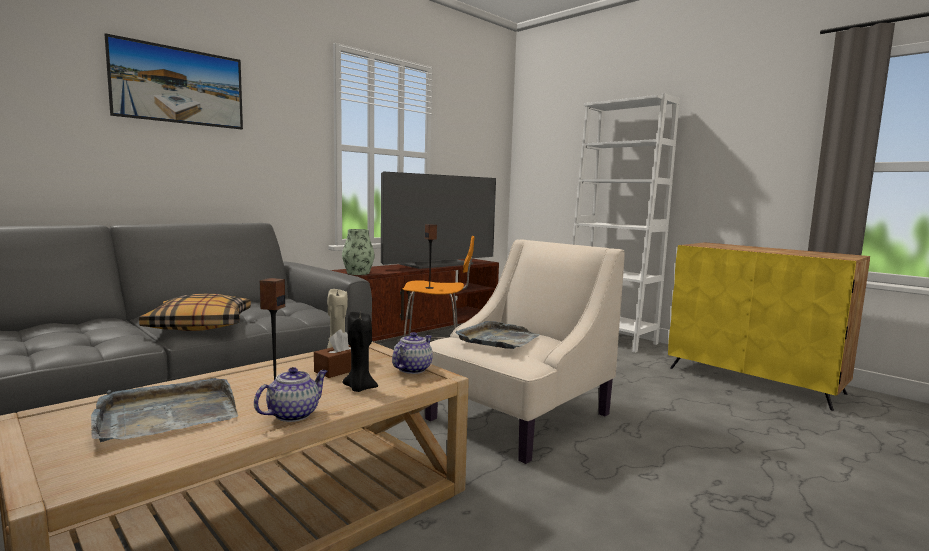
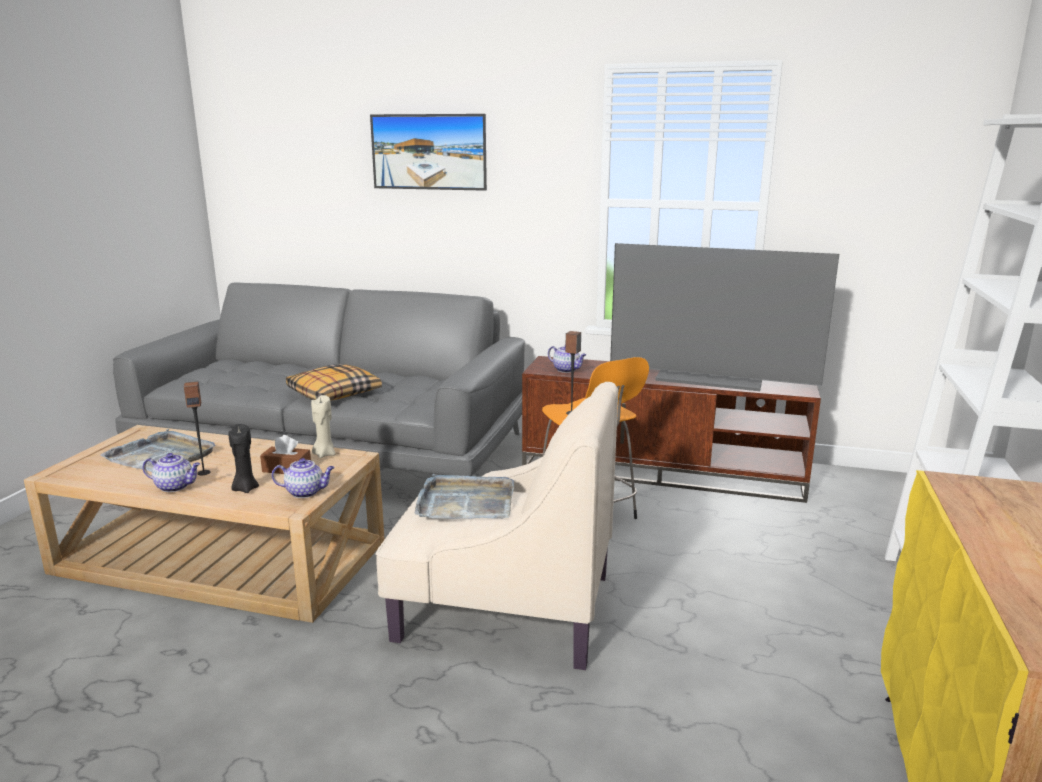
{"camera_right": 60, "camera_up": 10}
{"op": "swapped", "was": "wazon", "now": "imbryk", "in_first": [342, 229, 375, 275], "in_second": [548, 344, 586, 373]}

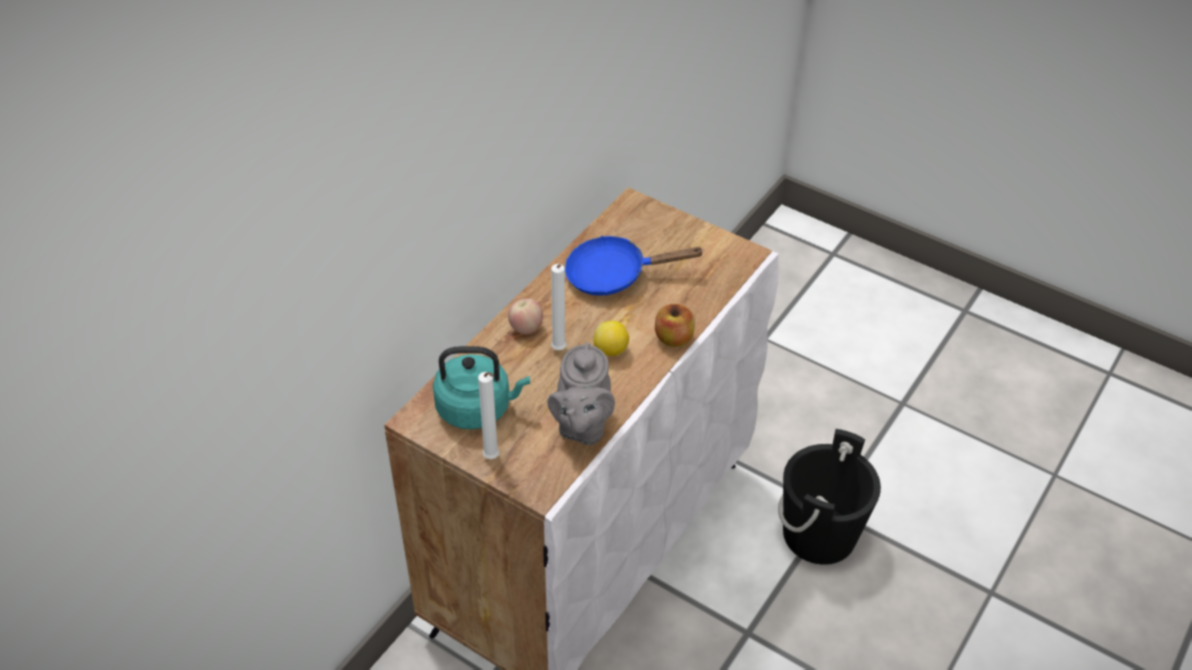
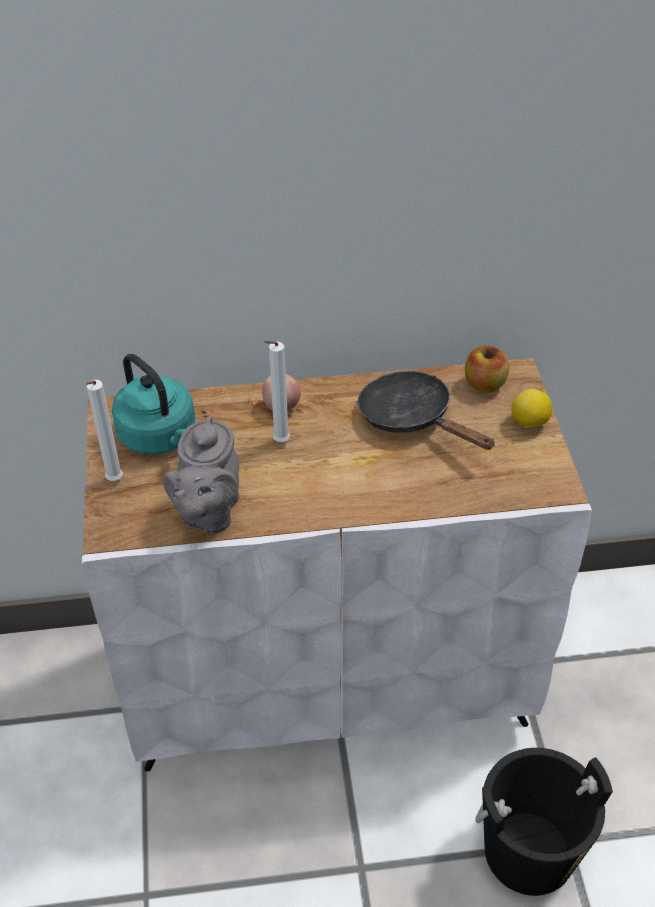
{"camera_right": 50, "camera_up": 0}
{"op": "rotated", "was": "imbryk [szary]", "in_first": [548, 342, 615, 445], "in_second": [163, 416, 239, 534], "clockwise": -45}
{"op": "repainted", "was": "patelnia [niebieski]", "now": "patelnia [czarny]", "in_first": [565, 236, 704, 296], "in_second": [358, 371, 495, 450]}
{"op": "shifted", "was": "jabłko", "in_first": [655, 304, 695, 347], "in_second": [465, 345, 509, 393]}
{"op": "shifted", "was": "cytryna", "in_first": [594, 321, 629, 356], "in_second": [511, 389, 552, 428]}

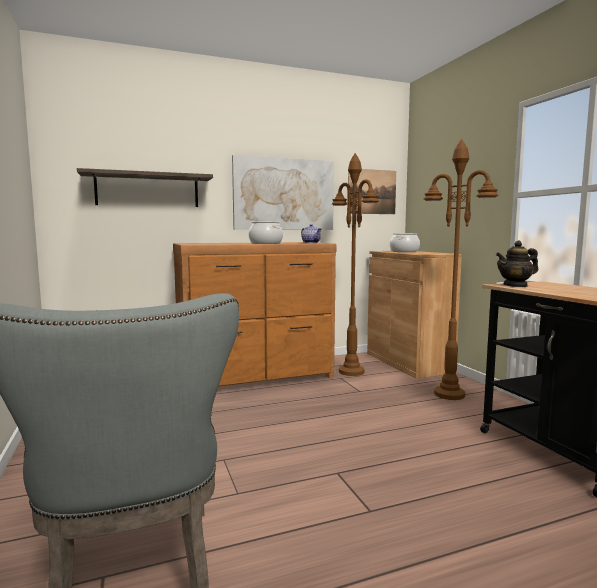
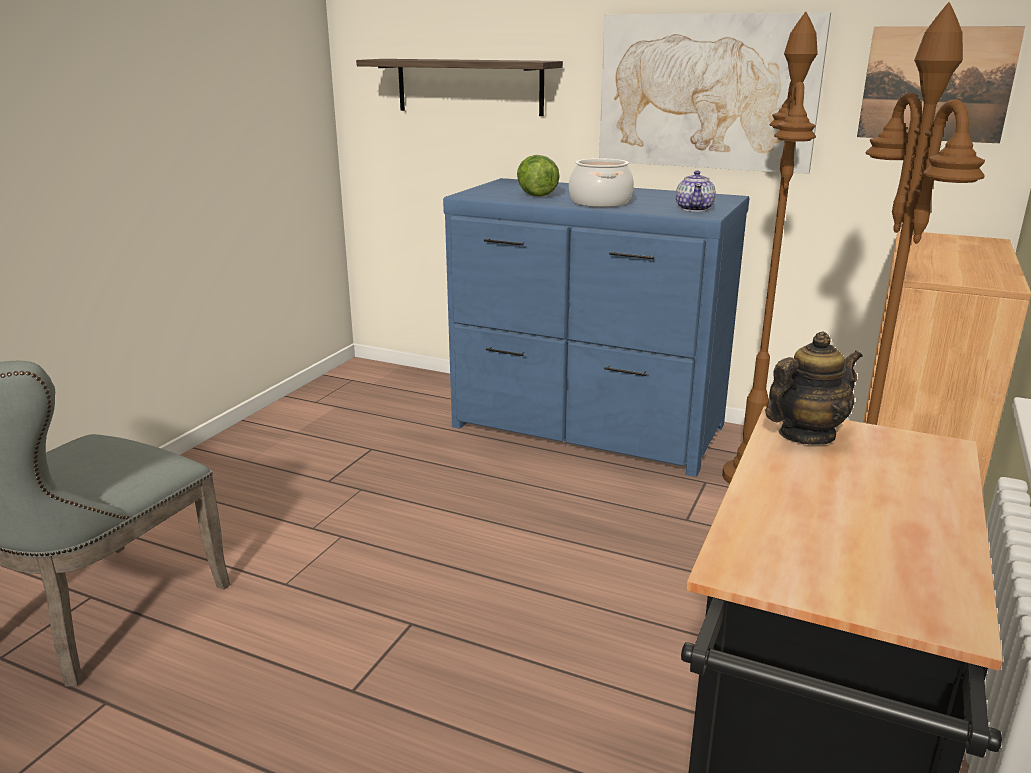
{"camera_right": 45, "camera_up": 15}
{"op": "repainted", "was": "komoda [brązowy]", "now": "komoda [niebieski]", "in_first": [173, 242, 336, 386], "in_second": [443, 178, 750, 477]}
{"op": "new", "now": "sałata", "in_second": [517, 155, 560, 197]}
{"op": "rotated", "was": "imbryk", "in_first": [496, 240, 538, 287], "in_second": [765, 332, 863, 444], "clockwise": 120}
{"op": "gone", "was": "garnek", "in_first": [390, 233, 420, 252]}

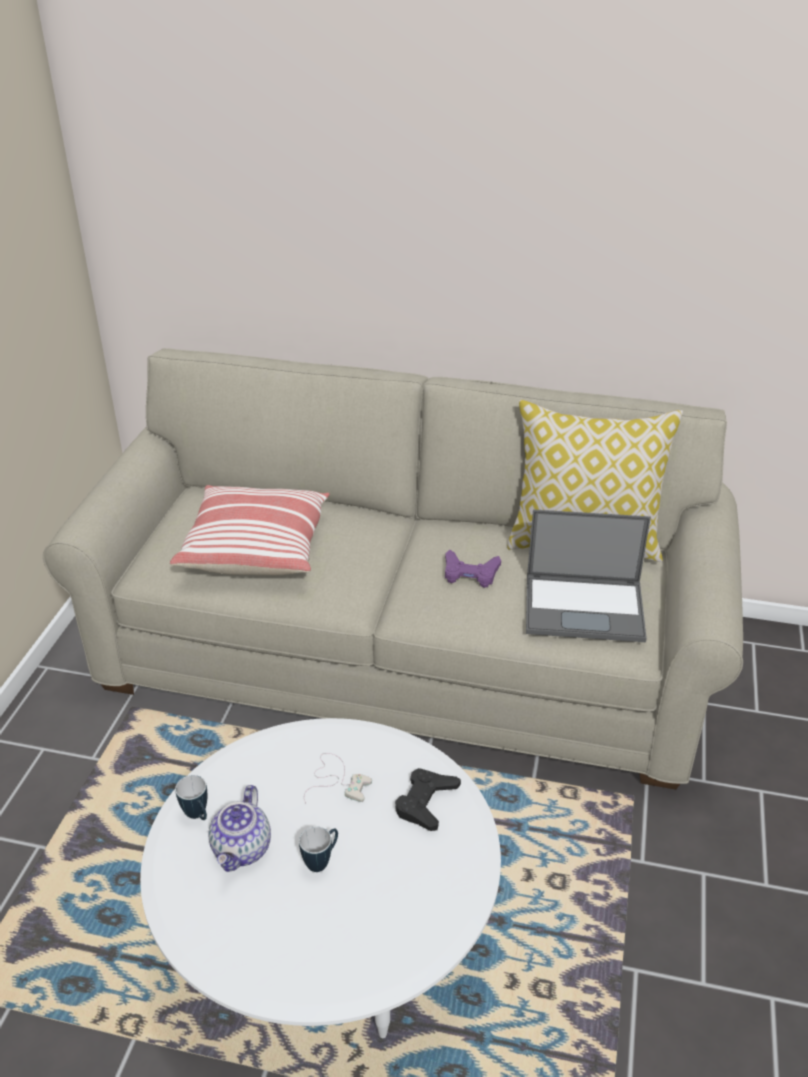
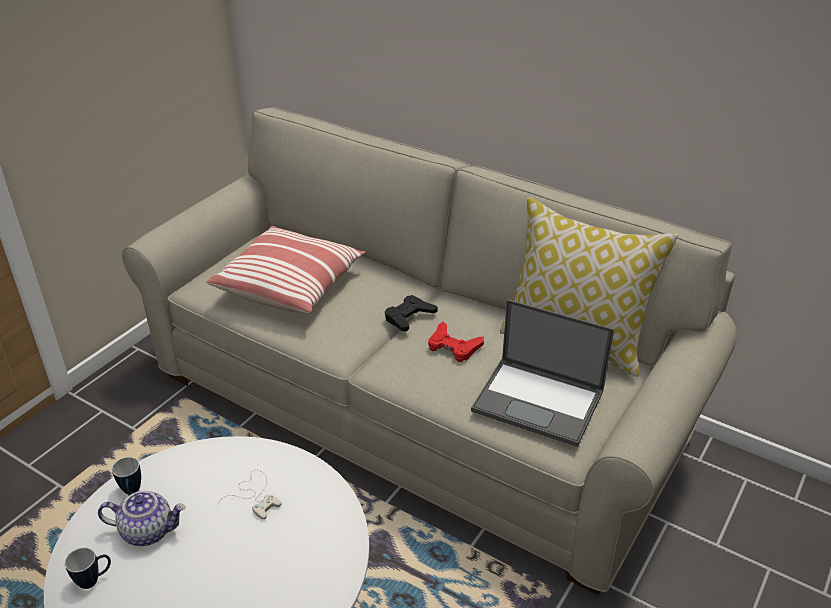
{"camera_right": 20, "camera_up": 0}
{"op": "shifted", "was": "kubek", "in_first": [299, 827, 338, 872], "in_second": [65, 548, 111, 589]}
{"op": "rotated", "was": "imbryk", "in_first": [209, 785, 271, 872], "in_second": [98, 491, 186, 546], "clockwise": -120}
{"op": "shifted", "was": "pad do gier [czarny]", "in_first": [395, 768, 461, 831], "in_second": [385, 295, 438, 332]}
{"op": "repainted", "was": "pad do gier [fioletowy]", "now": "pad do gier [czerwony]", "in_first": [445, 549, 501, 588], "in_second": [428, 321, 484, 362]}

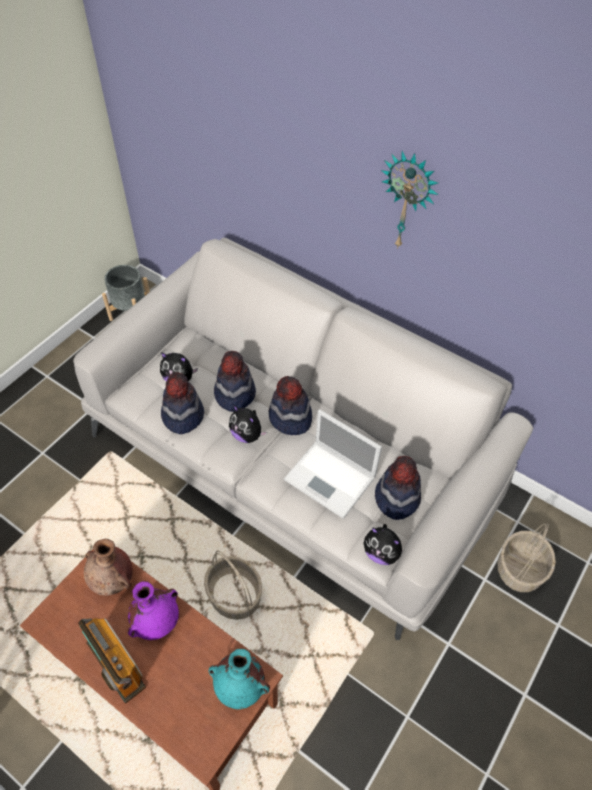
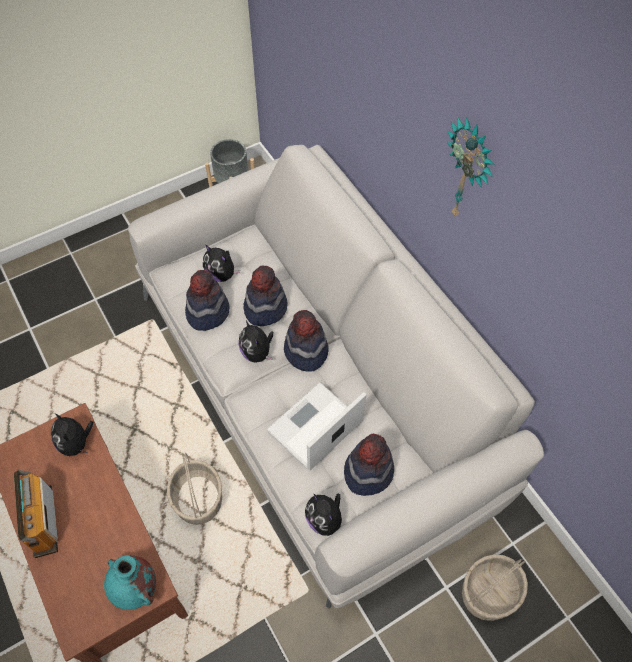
{"camera_right": 25, "camera_up": 5}
{"op": "swapped", "was": "wazon [brązowy]", "now": "pluszak", "in_first": [84, 539, 133, 596], "in_second": [51, 413, 93, 456]}
{"op": "rotated", "was": "laptop", "in_first": [284, 409, 382, 519], "in_second": [267, 382, 366, 470], "clockwise": 75}
{"op": "gone", "was": "wazon [fioletowy]", "in_first": [128, 581, 179, 640]}

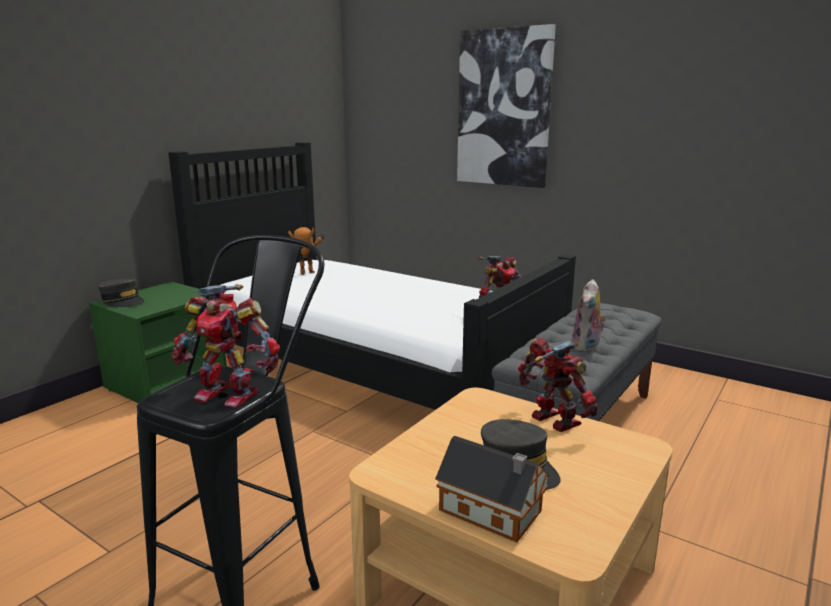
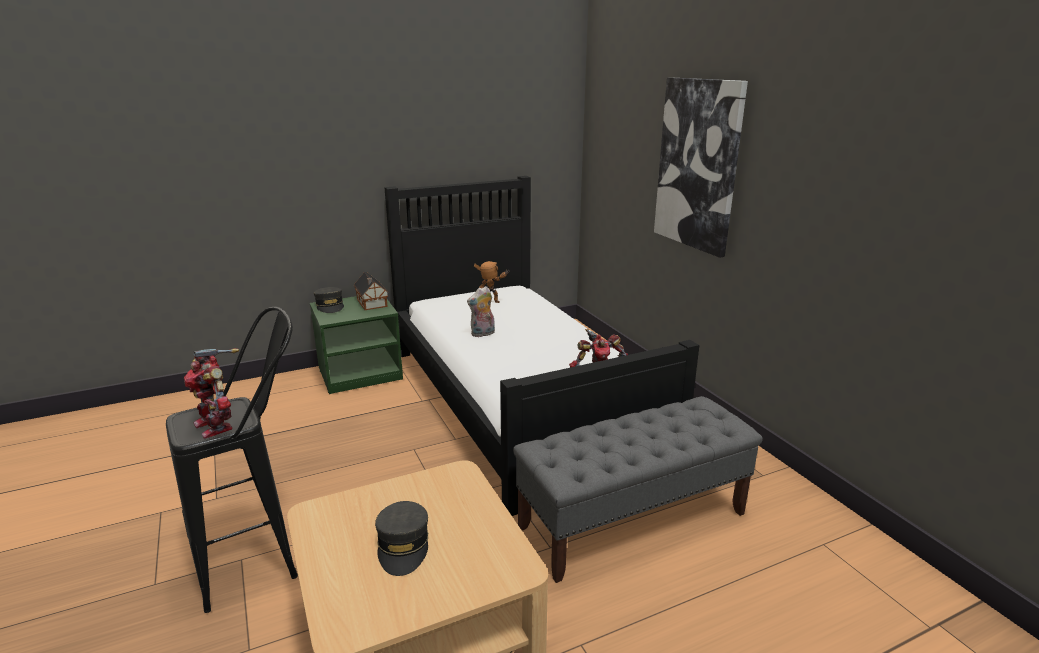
{"camera_right": 30, "camera_up": 5}
{"op": "shifted", "was": "domek", "in_first": [435, 436, 550, 542], "in_second": [353, 272, 389, 310]}
{"op": "shifted", "was": "pluszak", "in_first": [572, 279, 607, 353], "in_second": [467, 286, 495, 337]}
{"op": "gone", "was": "robot zabawkowy", "in_first": [518, 337, 598, 432]}

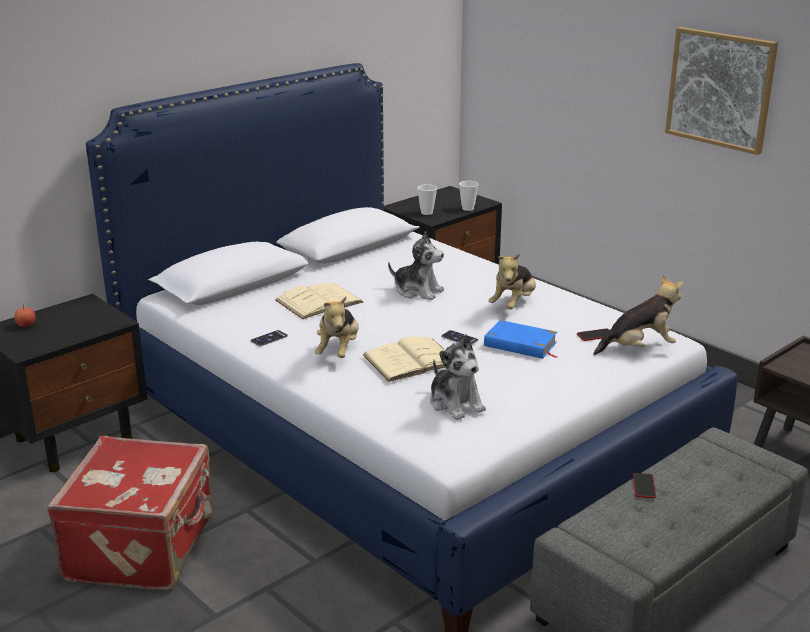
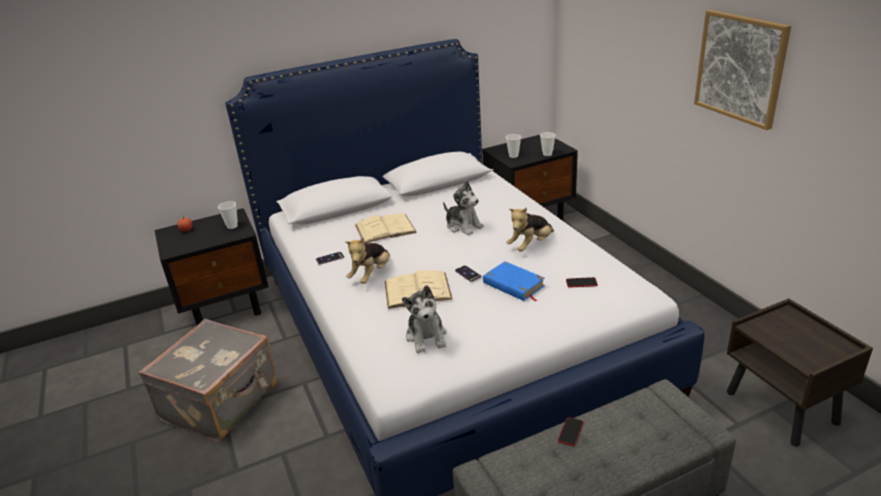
{"camera_right": 20, "camera_up": 5}
{"op": "repainted", "was": "walizka [czerwony]", "now": "walizka [szary]", "in_first": [47, 436, 215, 590], "in_second": [138, 319, 278, 442]}
{"op": "new", "now": "filiżanka", "in_second": [218, 201, 238, 229]}
{"op": "gone", "was": "pluszak", "in_first": [593, 274, 684, 355]}

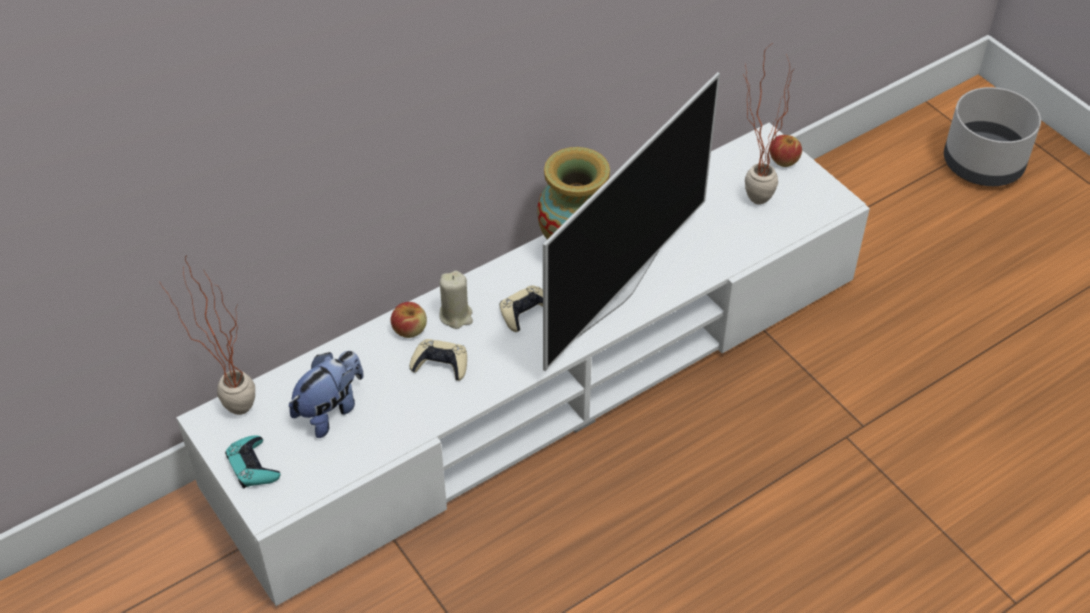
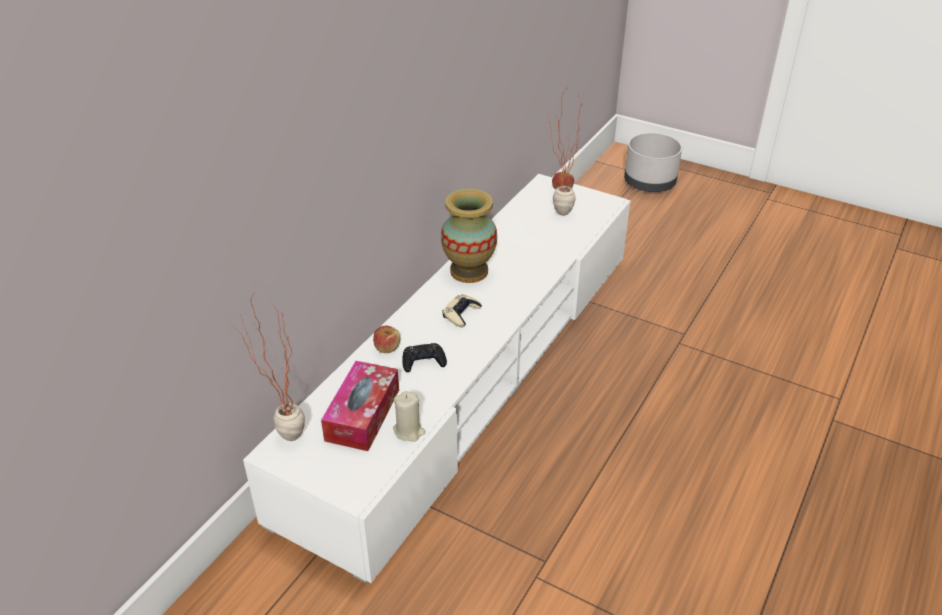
{"camera_right": -25, "camera_up": -10}
{"op": "swapped", "was": "pluszak", "now": "pudełko chusteczek", "in_first": [289, 351, 364, 438], "in_second": [321, 361, 399, 451]}
{"op": "shifted", "was": "świeca [beżowy]", "in_first": [440, 271, 473, 329], "in_second": [393, 391, 426, 442]}
{"op": "repainted", "was": "pad do gier [beżowy]", "now": "pad do gier [czarny]", "in_first": [409, 339, 467, 381], "in_second": [402, 343, 447, 372]}
{"op": "gone", "was": "pad do gier [turkusowy]", "in_first": [225, 435, 281, 488]}
{"op": "gone", "was": "telewizor", "in_first": [543, 72, 720, 371]}

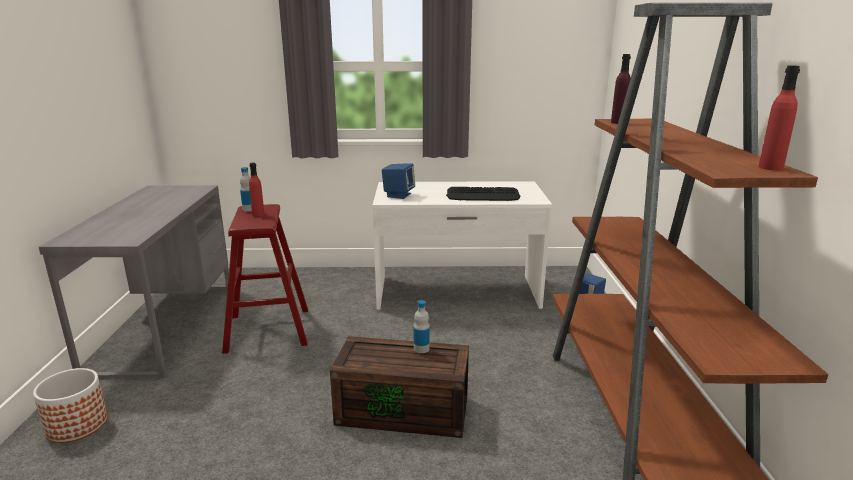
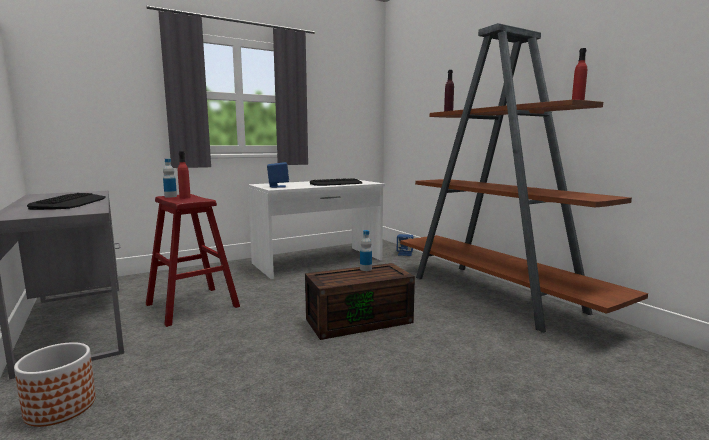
{"camera_right": -30, "camera_up": -10}
{"op": "new", "now": "klawiatura", "in_second": [27, 193, 106, 210]}

